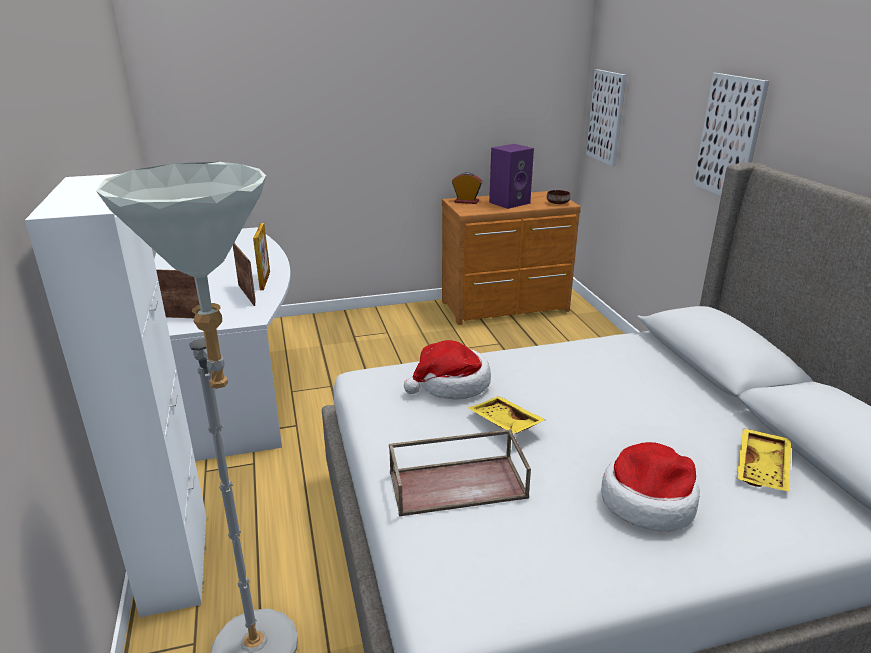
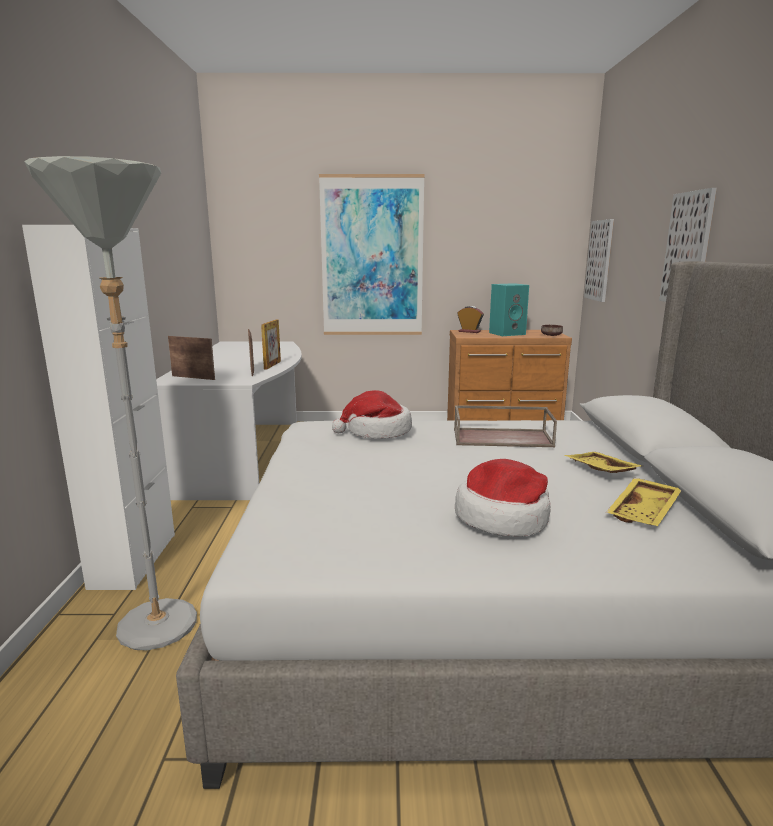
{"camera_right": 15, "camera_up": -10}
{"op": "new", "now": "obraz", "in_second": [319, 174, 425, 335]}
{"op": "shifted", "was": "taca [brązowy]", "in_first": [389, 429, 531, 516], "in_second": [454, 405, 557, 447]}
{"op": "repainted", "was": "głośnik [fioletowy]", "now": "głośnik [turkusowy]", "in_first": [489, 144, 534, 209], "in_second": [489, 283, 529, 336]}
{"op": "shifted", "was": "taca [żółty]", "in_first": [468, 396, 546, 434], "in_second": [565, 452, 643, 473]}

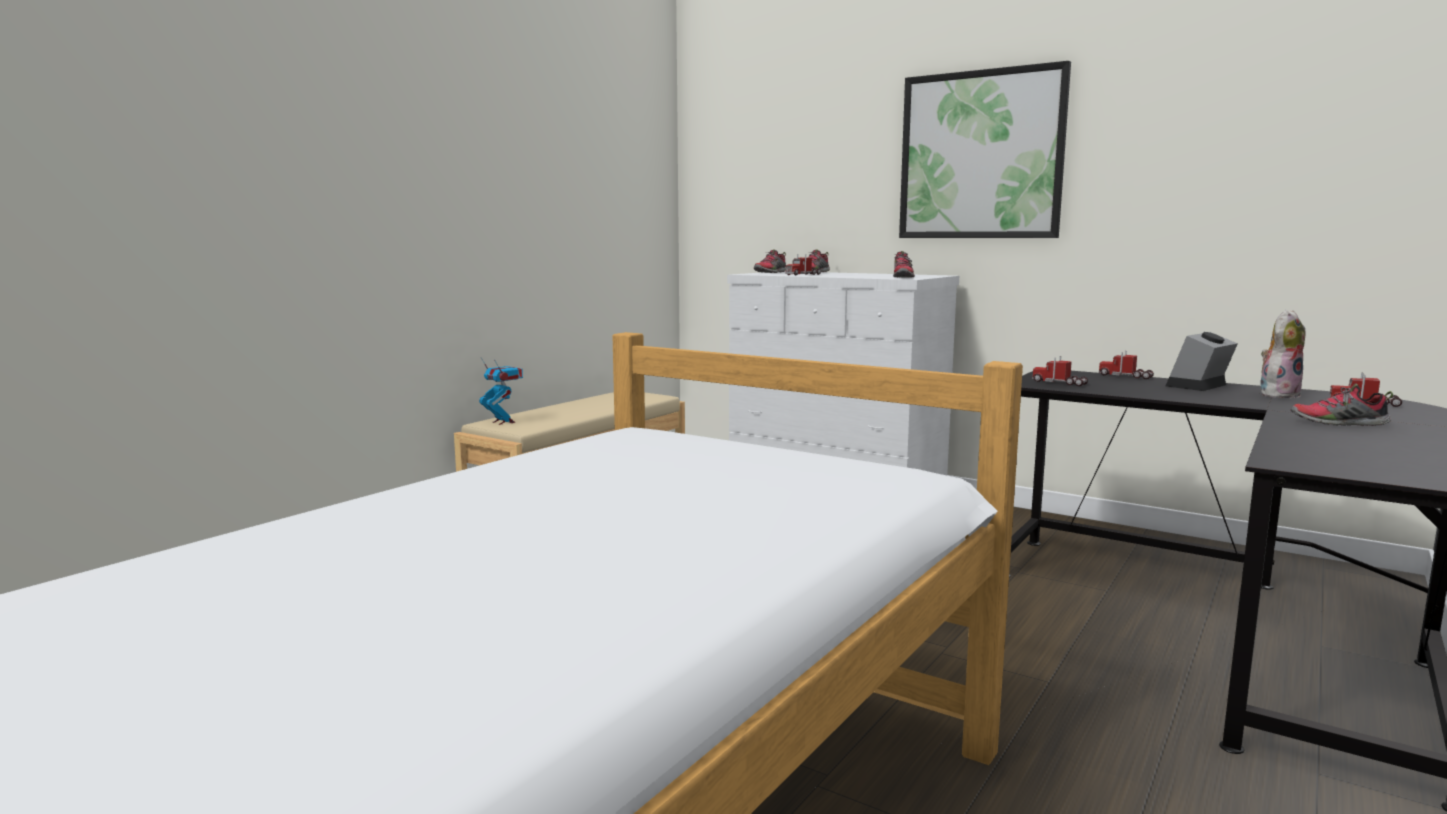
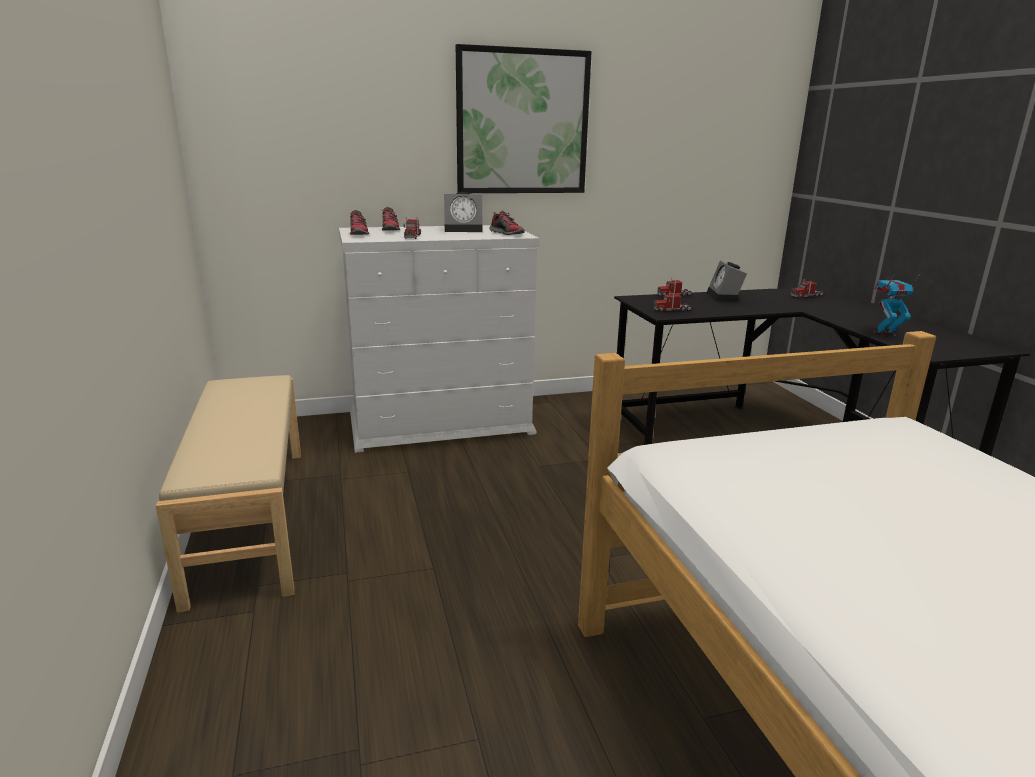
{"camera_right": -50, "camera_up": 10}
{"op": "new", "now": "budzik", "in_second": [444, 192, 483, 232]}
{"op": "shifted", "was": "robot zabawkowy", "in_first": [479, 358, 523, 425], "in_second": [873, 274, 920, 336]}
{"op": "gone", "was": "pluszak", "in_first": [1260, 310, 1306, 398]}
{"op": "gone", "was": "but", "in_first": [1291, 384, 1393, 426]}

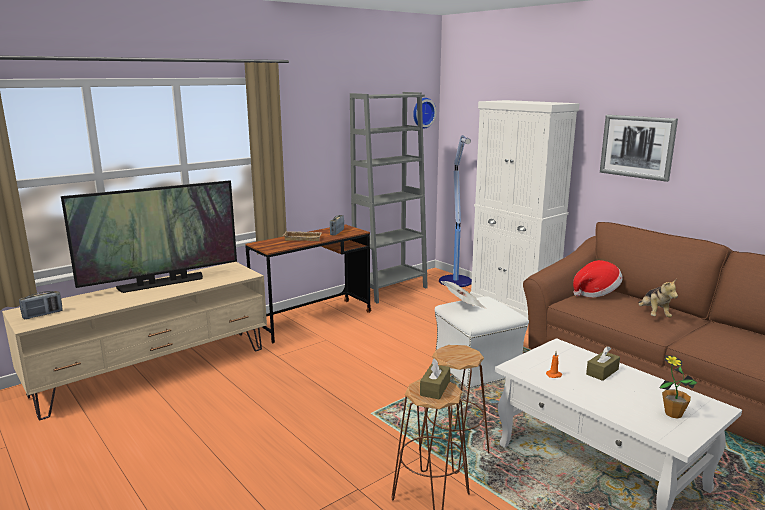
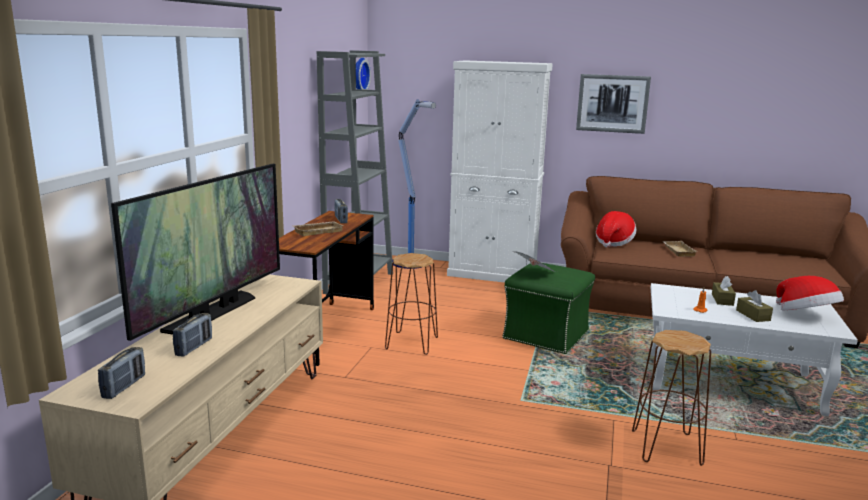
{"camera_right": -35, "camera_up": 0}
{"op": "new", "now": "radio", "in_second": [173, 313, 212, 357]}
{"op": "shifted", "was": "stołek [brązowy]", "in_first": [420, 345, 490, 474], "in_second": [385, 253, 438, 355]}
{"op": "repainted", "was": "pufa [biały]", "now": "pufa [zielony]", "in_first": [435, 296, 529, 388], "in_second": [502, 263, 595, 354]}
{"op": "swapped", "was": "pluszak", "now": "taca [beżowy]", "in_first": [638, 279, 678, 317], "in_second": [662, 241, 696, 257]}
{"op": "shifted", "was": "pudełko chusteczek [brązowy]", "in_first": [420, 358, 450, 400], "in_second": [736, 290, 773, 322]}
{"op": "swapped", "was": "roślina doniczkowa", "now": "kapelusz", "in_first": [659, 355, 697, 419], "in_second": [776, 276, 844, 310]}

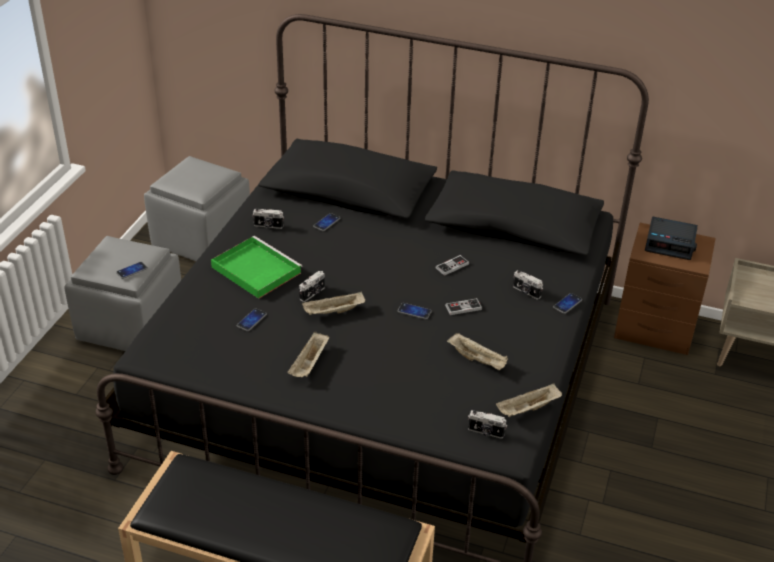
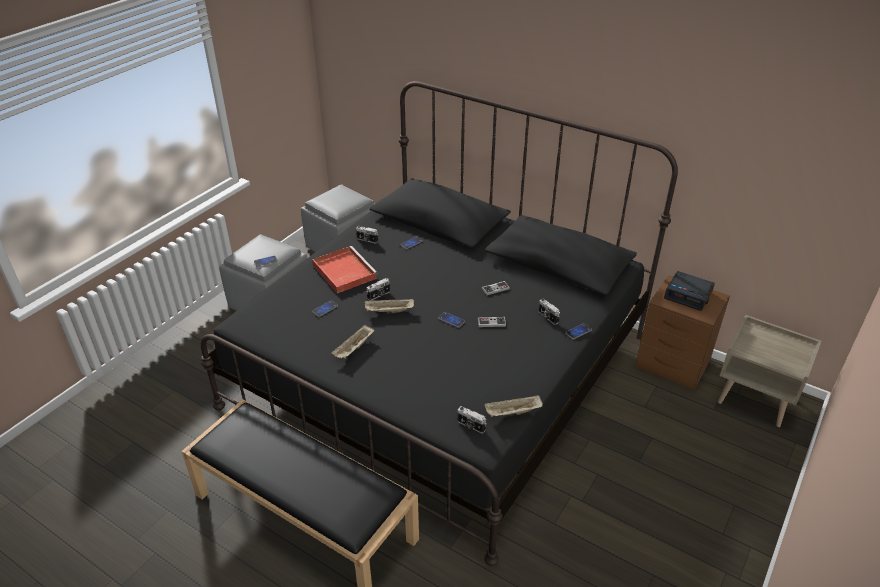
{"camera_right": 15, "camera_up": 0}
{"op": "repainted", "was": "taca [zielony]", "now": "taca [czerwony]", "in_first": [211, 236, 302, 299], "in_second": [312, 246, 378, 293]}
{"op": "gone", "was": "taca [beżowy]", "in_first": [447, 333, 508, 370]}

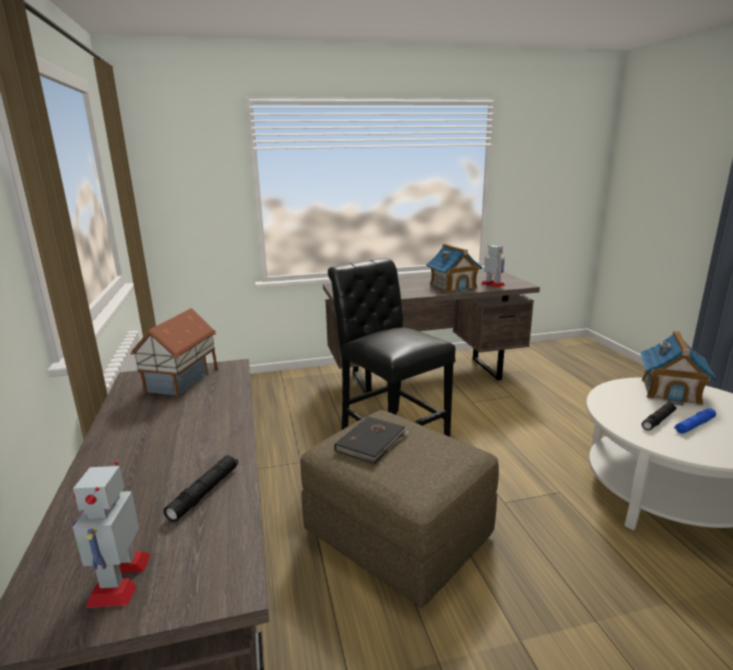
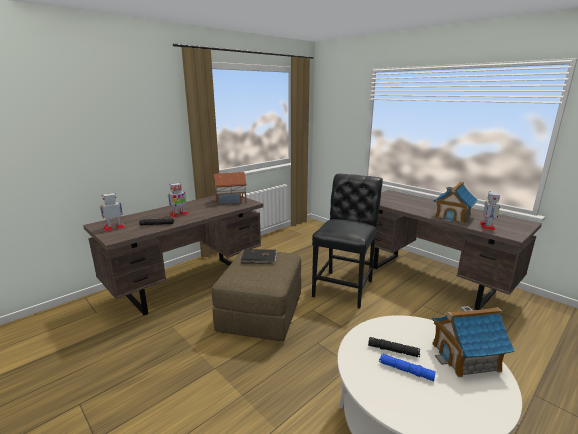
{"camera_right": 60, "camera_up": 0}
{"op": "new", "now": "robot zabawkowy", "in_second": [168, 182, 189, 217]}

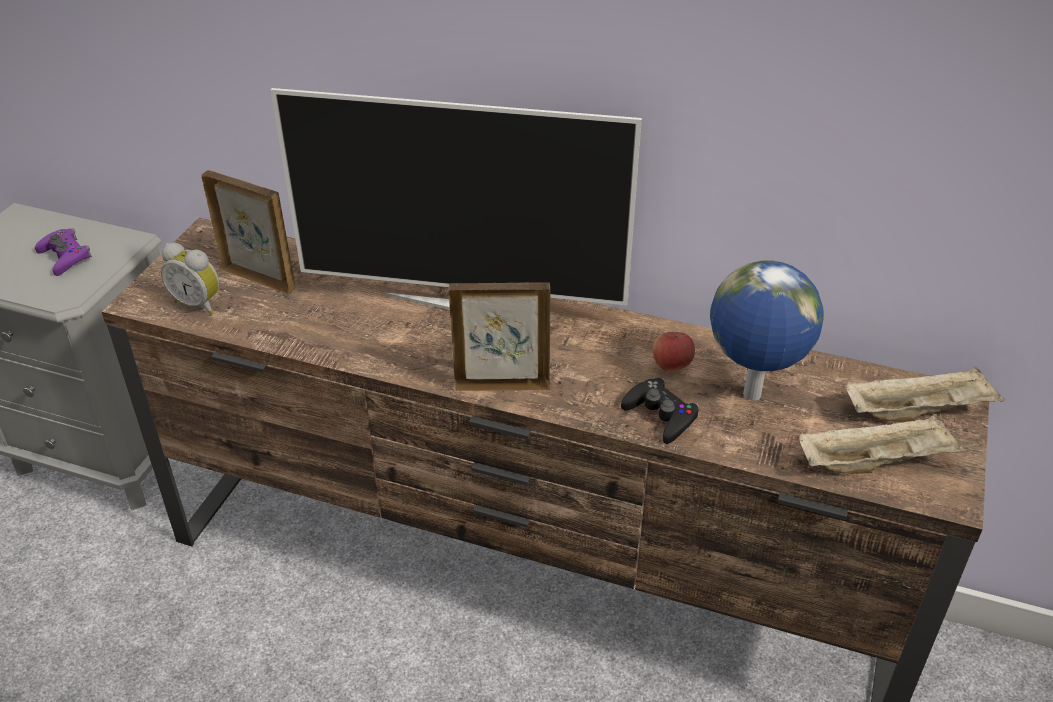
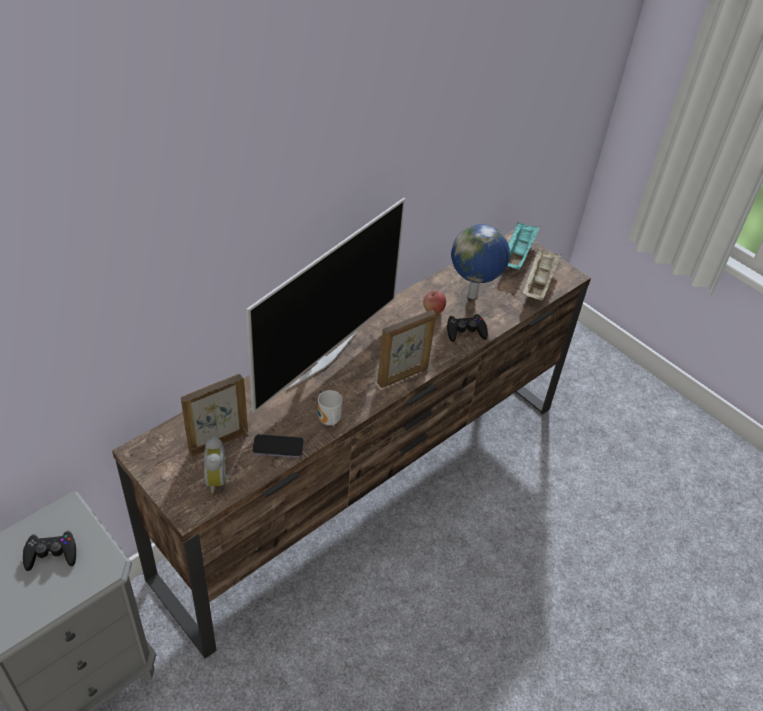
{"camera_right": -65, "camera_up": 5}
{"op": "repainted", "was": "pad do gier [fioletowy]", "now": "pad do gier [czarny]", "in_first": [35, 229, 92, 276], "in_second": [23, 531, 76, 571]}
{"op": "rotated", "was": "budzik", "in_first": [161, 243, 219, 314], "in_second": [204, 437, 231, 494], "clockwise": 120}
{"op": "new", "now": "telefon", "in_second": [252, 434, 304, 458]}
{"op": "new", "now": "kubek", "in_second": [318, 390, 343, 426]}
{"op": "rotated", "was": "ramka na zdjęcie", "in_first": [449, 282, 551, 391], "in_second": [377, 310, 436, 388], "clockwise": -150}
{"op": "repainted", "was": "taca [beżowy]", "now": "taca [turkusowy]", "in_first": [846, 366, 1005, 422], "in_second": [508, 222, 540, 270]}

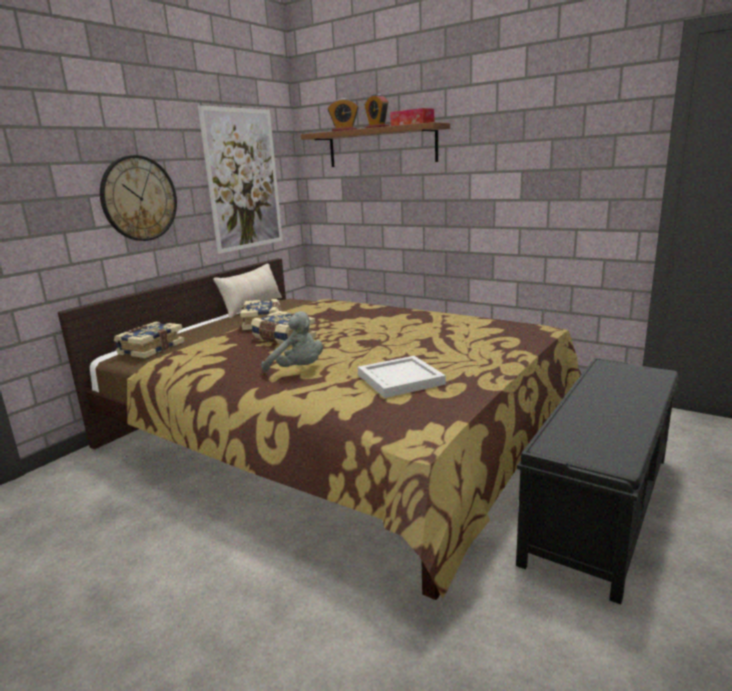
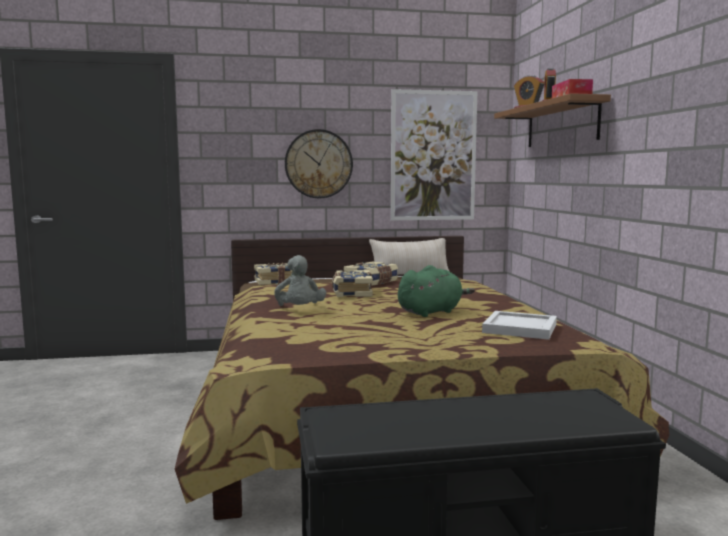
{"camera_right": 45, "camera_up": -10}
{"op": "new", "now": "pluszak [zielony]", "in_second": [398, 265, 475, 317]}
{"op": "shifted", "was": "taca [biały]", "in_first": [358, 356, 446, 398], "in_second": [482, 311, 557, 340]}

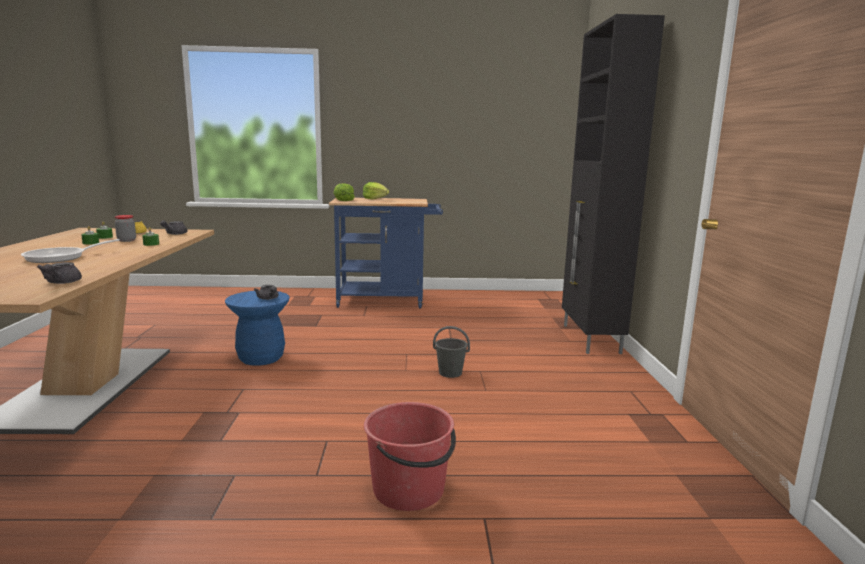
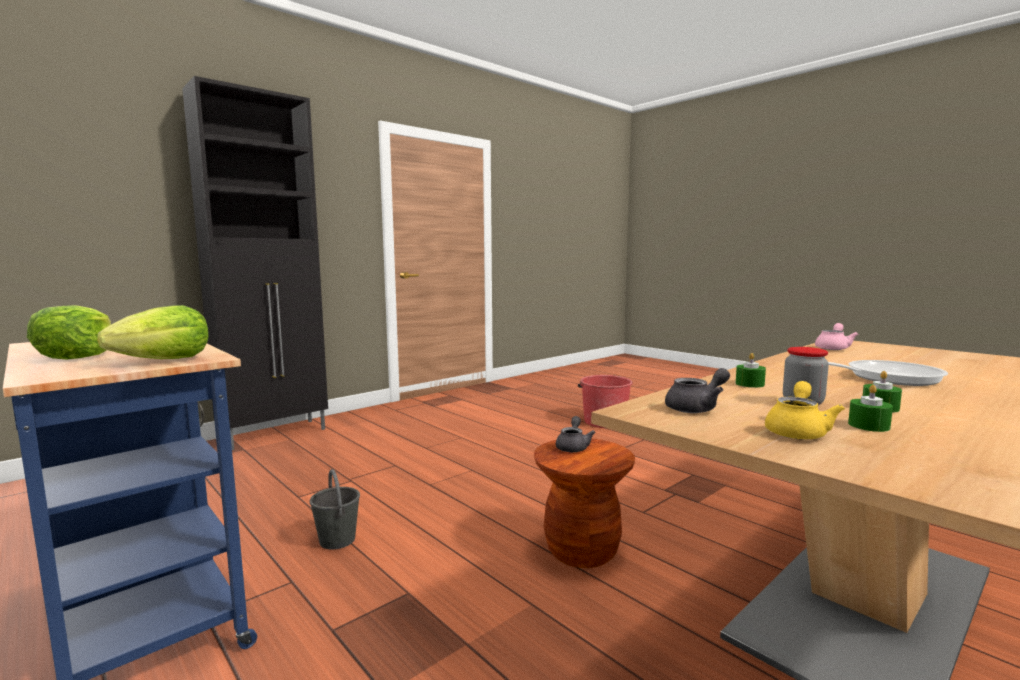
{"camera_right": -130, "camera_up": -5}
{"op": "shifted", "was": "wiadro [szary]", "in_first": [433, 326, 470, 378], "in_second": [310, 469, 360, 549]}
{"op": "repainted", "was": "stołek [niebieski]", "now": "stołek [brązowy]", "in_first": [225, 291, 290, 366], "in_second": [534, 438, 635, 568]}
{"op": "repainted", "was": "imbryk [szary]", "now": "imbryk [różowy]", "in_first": [37, 262, 82, 284], "in_second": [815, 323, 858, 350]}

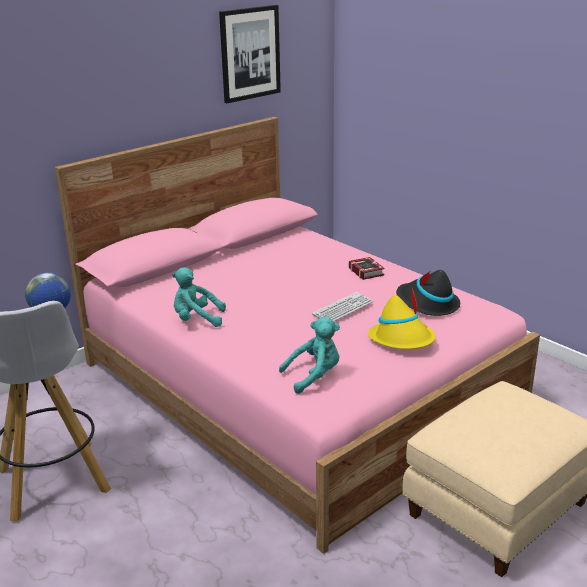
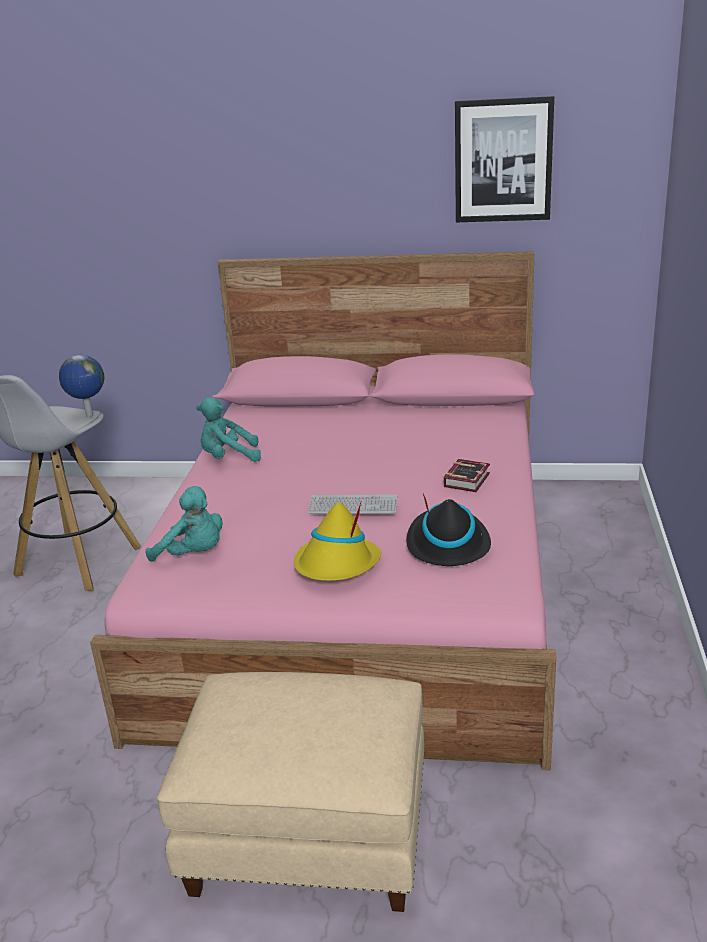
{"camera_right": 50, "camera_up": 0}
{"op": "rotated", "was": "pluszak [turkusowy]", "in_first": [172, 267, 226, 327], "in_second": [196, 397, 261, 462], "clockwise": -60}

